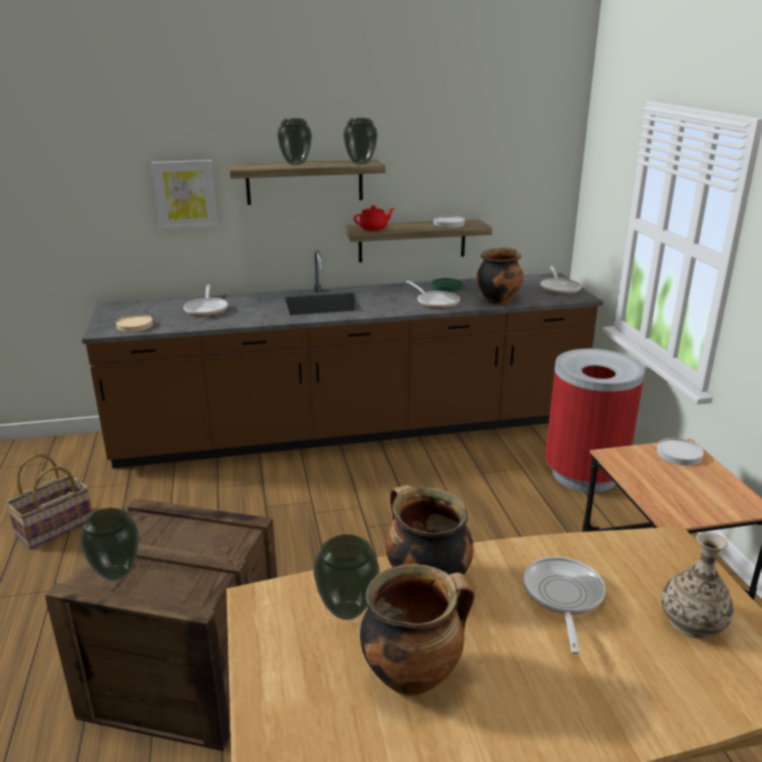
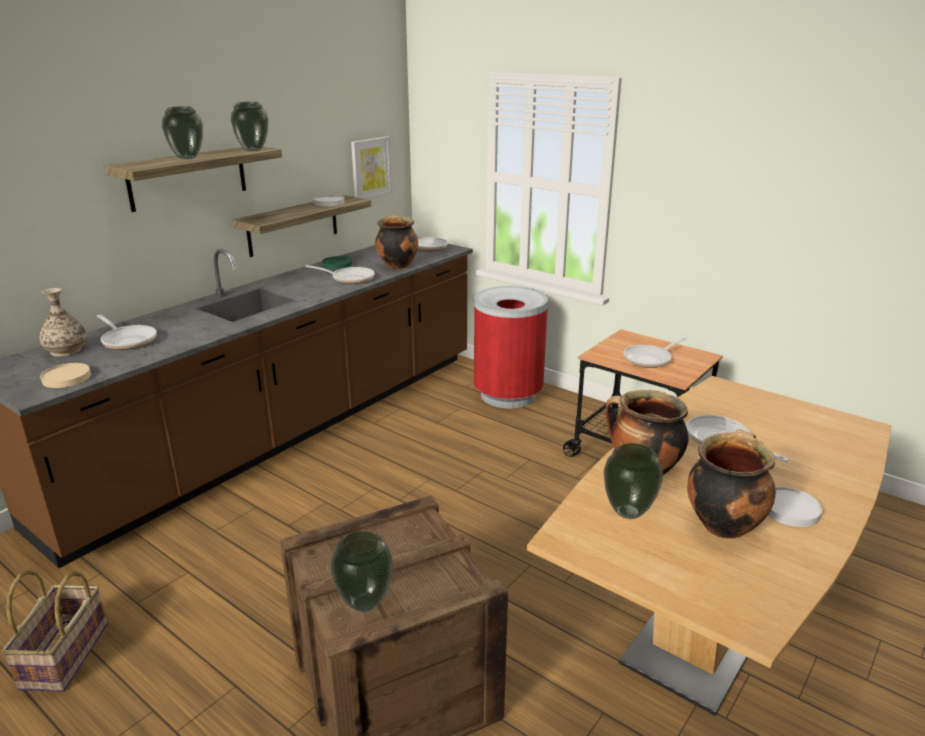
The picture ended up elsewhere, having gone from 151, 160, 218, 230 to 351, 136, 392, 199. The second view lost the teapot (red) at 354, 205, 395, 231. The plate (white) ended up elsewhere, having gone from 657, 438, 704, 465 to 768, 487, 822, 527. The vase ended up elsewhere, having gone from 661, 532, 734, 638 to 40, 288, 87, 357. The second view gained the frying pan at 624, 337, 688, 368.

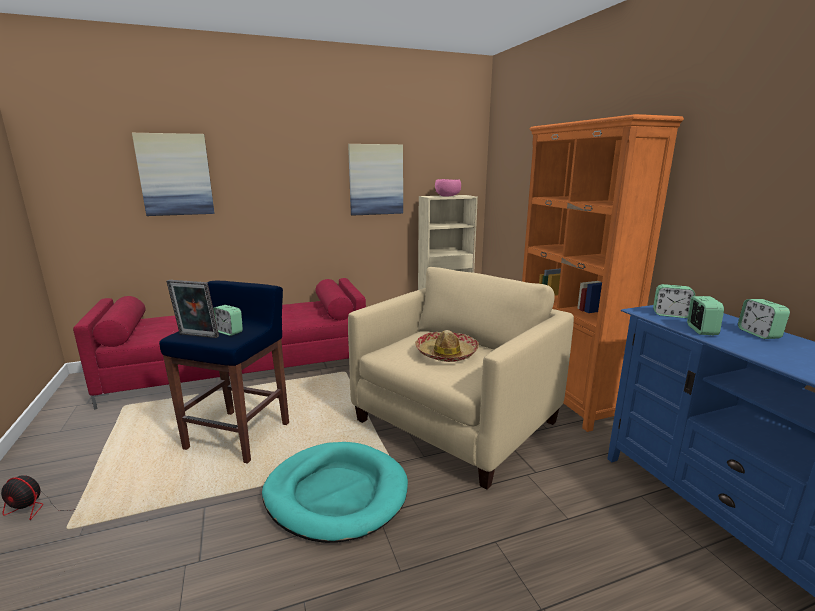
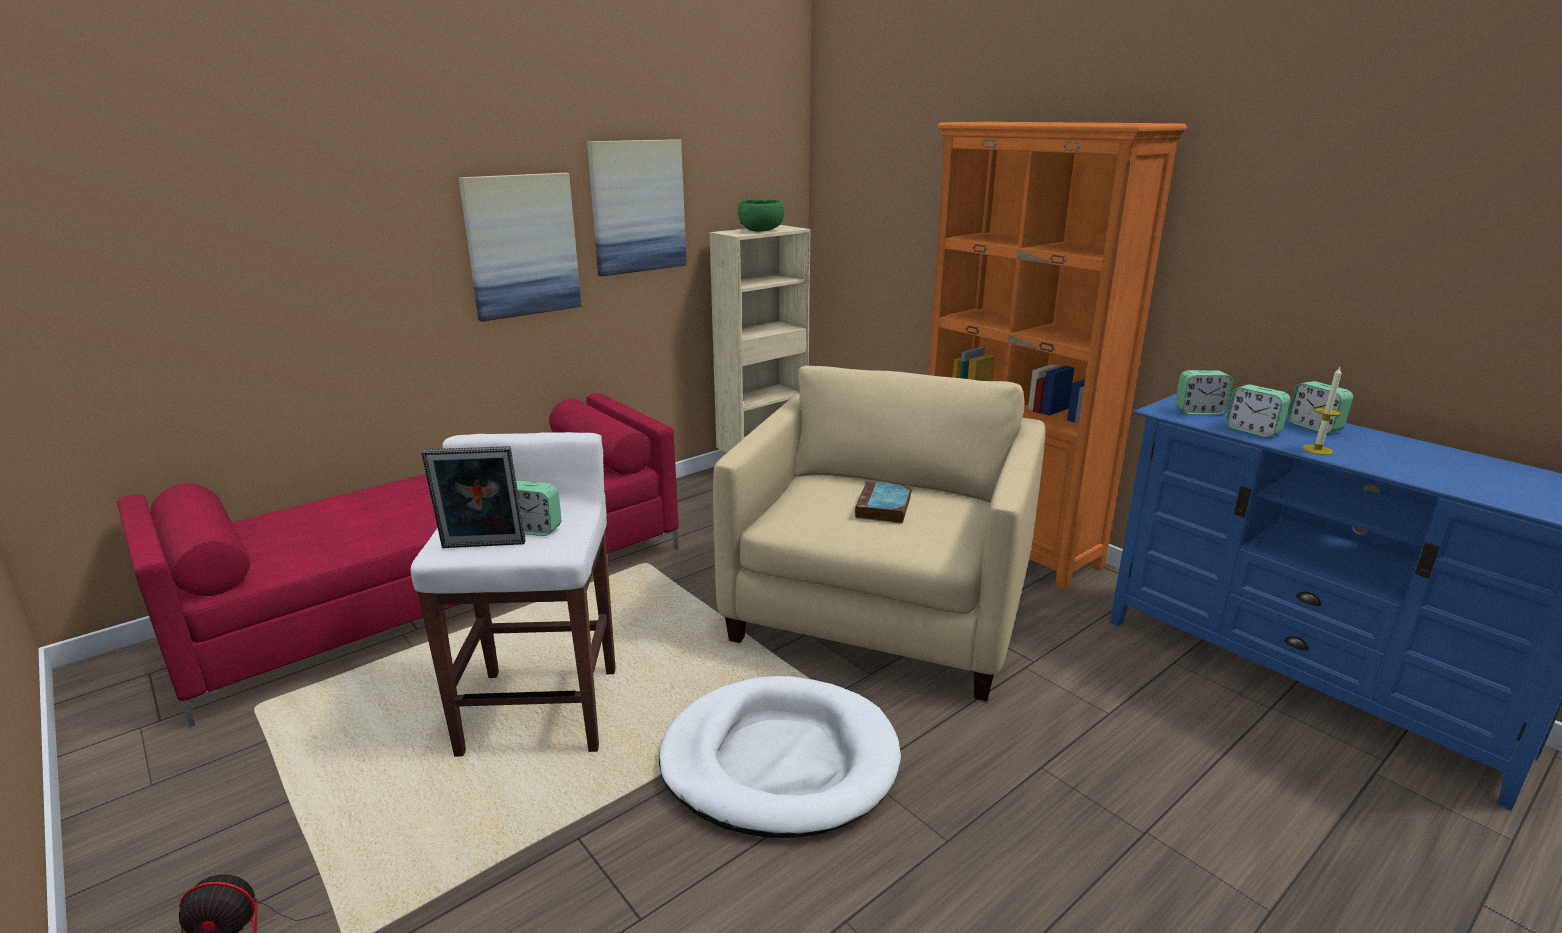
The picture ended up elsewhere, having gone from 132, 133, 215, 216 to 458, 173, 581, 322. What was the stool (blue) at 159, 281, 289, 463 turned into the stool (white) at 411, 432, 616, 757. What was the dog bed (turquoise) at 262, 442, 408, 543 turned into the dog bed (white) at 659, 676, 901, 838. Where the hat stood at 415, 330, 479, 362, the book came to stand at 855, 481, 911, 524. What was the bowl (pink) at 435, 179, 461, 197 turned into the bowl (green) at 738, 199, 784, 232. The alarm clock at 687, 296, 724, 335 ended up facing another way, 150 degrees clockwise from before. The second view gained the candle at 1302, 367, 1342, 455.

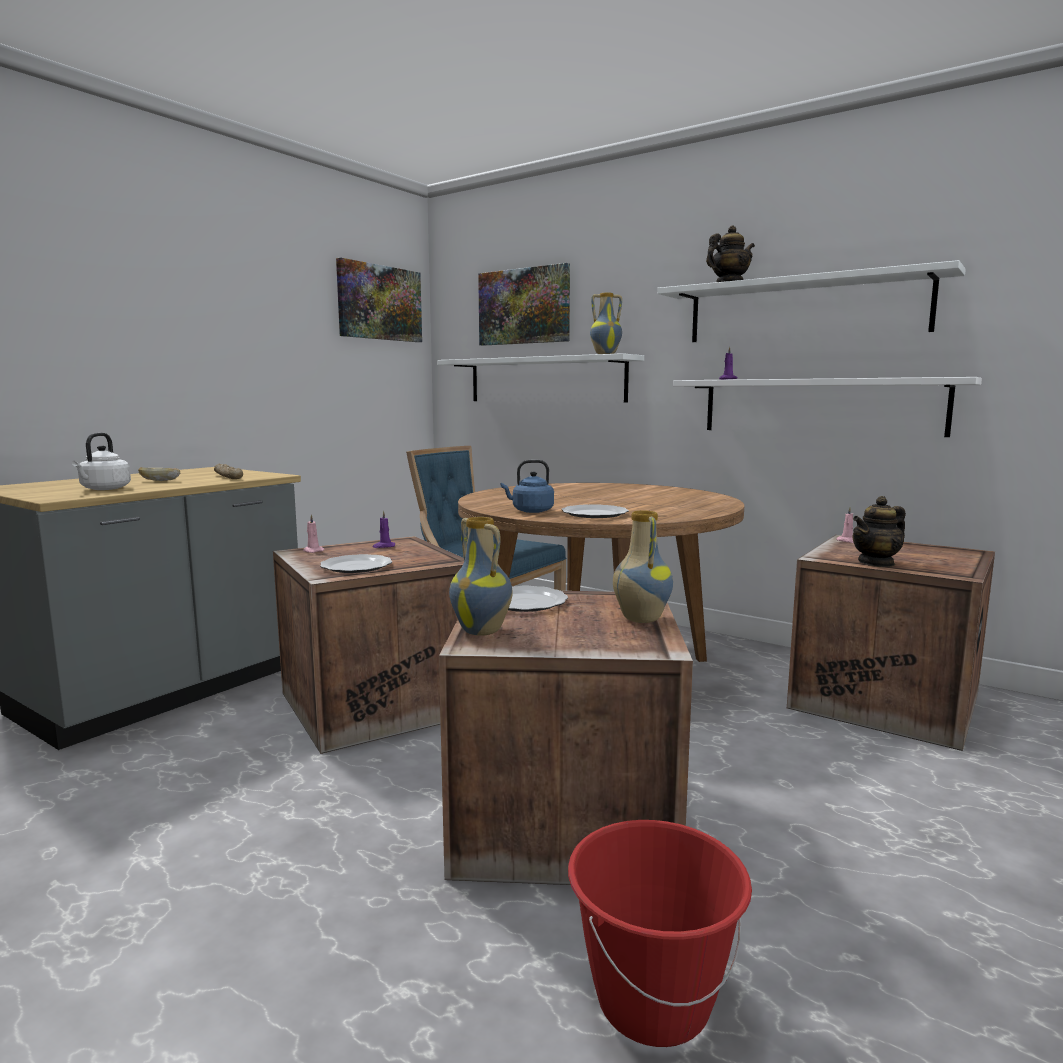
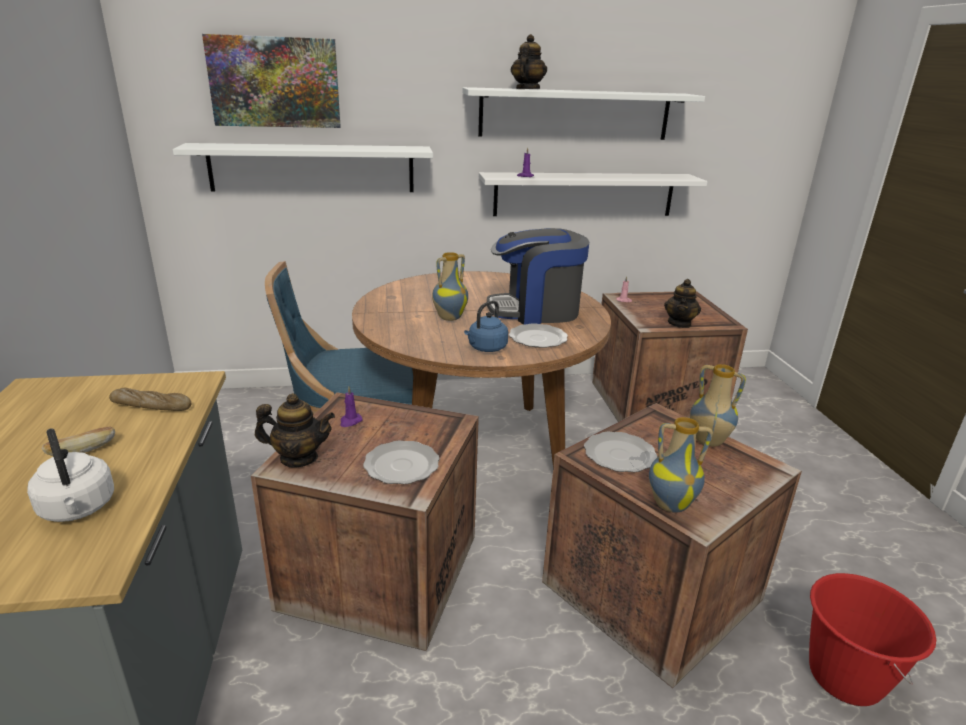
Where the candle (pink) stood at 303, 514, 324, 553, the teapot came to stand at 255, 393, 335, 467. The second view lost the picture at 336, 257, 422, 342. The vase ended up elsewhere, having gone from 590, 293, 622, 354 to 432, 252, 468, 321. The second view gained the coffee machine at 487, 228, 590, 325.

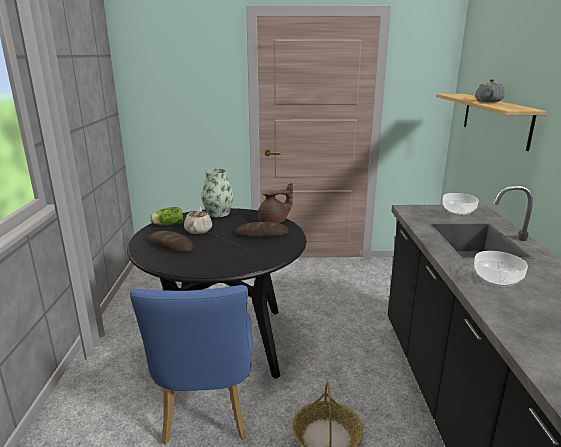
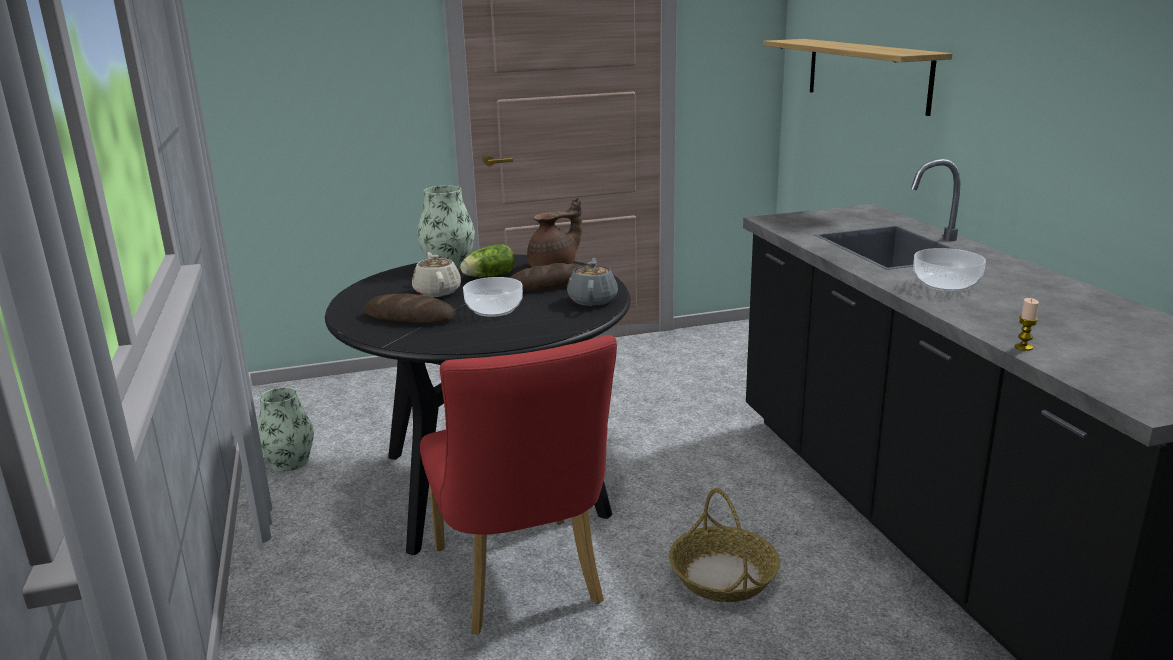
What was the chair (blue) at 130, 285, 252, 445 turned into the chair (red) at 420, 335, 617, 634. The lettuce ended up elsewhere, having gone from 150, 207, 183, 225 to 460, 244, 515, 277. The bowl ended up elsewhere, having gone from 442, 193, 479, 215 to 463, 277, 523, 317. The teapot (grey) ended up elsewhere, having gone from 475, 79, 505, 102 to 567, 258, 618, 306. The second view gained the vase at 258, 387, 314, 471. The second view gained the candle at 1015, 298, 1039, 351.

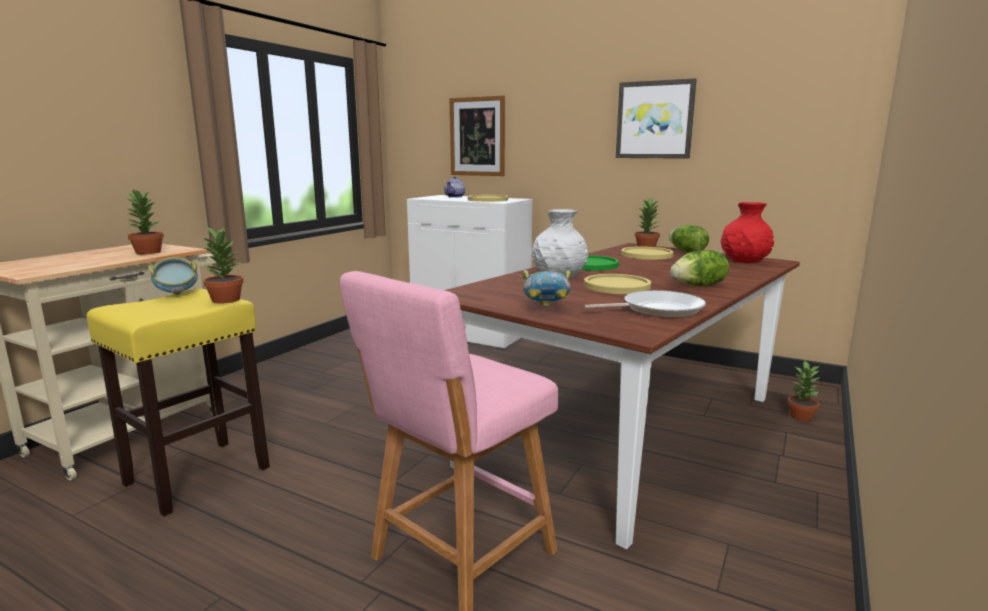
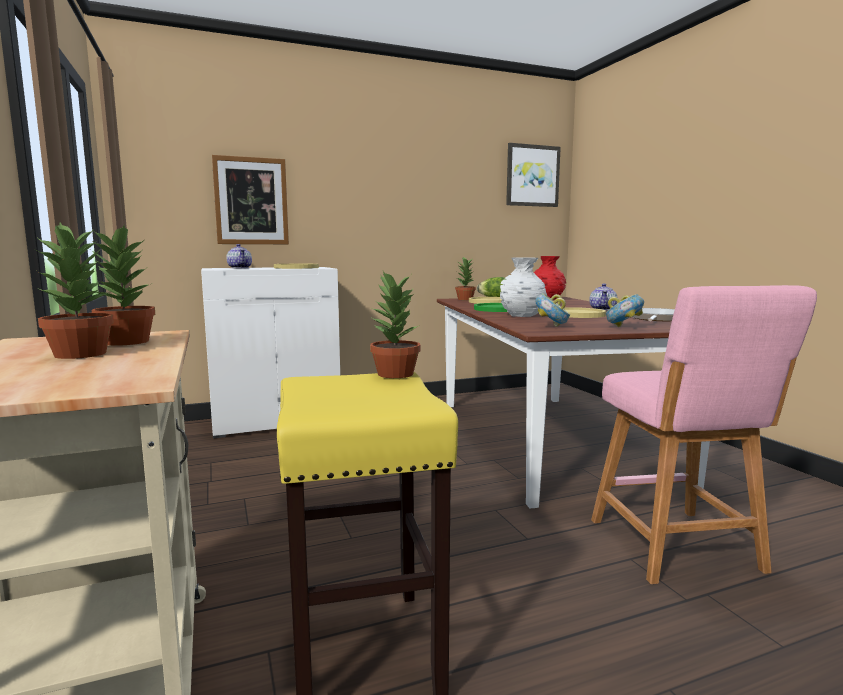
The bowl ended up elsewhere, having gone from 148, 257, 198, 295 to 535, 293, 570, 327. The picture ended up elsewhere, having gone from 616, 78, 697, 159 to 506, 143, 561, 207. Where the lettuce stood at 670, 250, 730, 286, the teapot came to stand at 589, 284, 617, 310. The potted plant ended up elsewhere, having gone from 788, 361, 820, 421 to 35, 223, 114, 359.

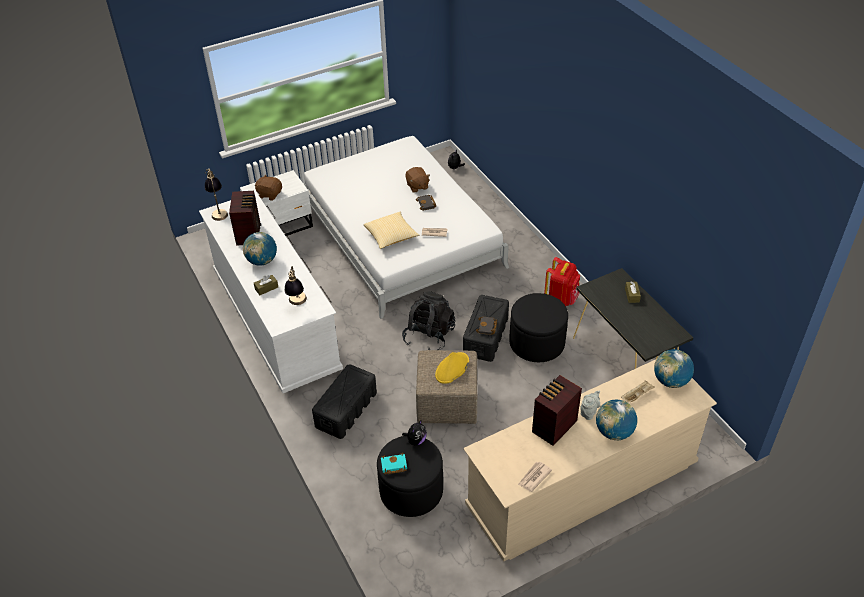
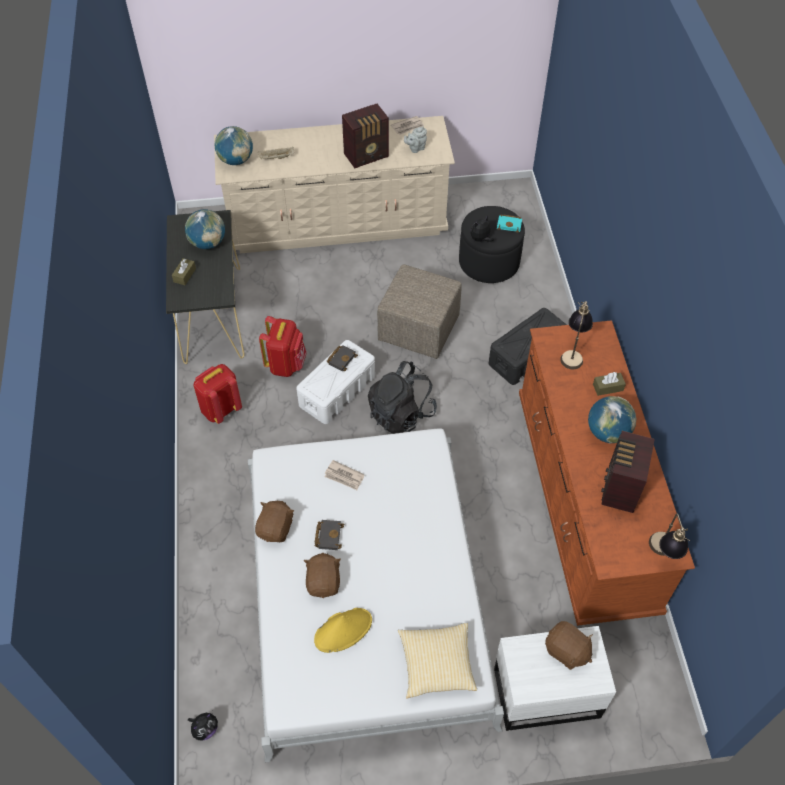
What was the dresser (white) at 199, 192, 343, 393 turned into the dresser (brown) at 519, 320, 695, 626. The pillow ended up elsewhere, having gone from 363, 212, 419, 249 to 398, 623, 477, 699. The hat (yellow) ended up elsewhere, having gone from 435, 352, 469, 384 to 314, 608, 372, 653. What was the storage box (black) at 463, 295, 509, 362 turned into the storage box (white) at 296, 340, 375, 424. Where the ottoman (black) stood at 509, 293, 568, 362, the backpack (red) came to stand at 259, 316, 307, 377. The teapot (grey) ended up elsewhere, having gone from 581, 390, 600, 420 to 404, 127, 427, 153. The globe ended up elsewhere, having gone from 596, 400, 637, 440 to 185, 209, 225, 249. The second view gained the plush toy (brown) at 255, 501, 294, 542.

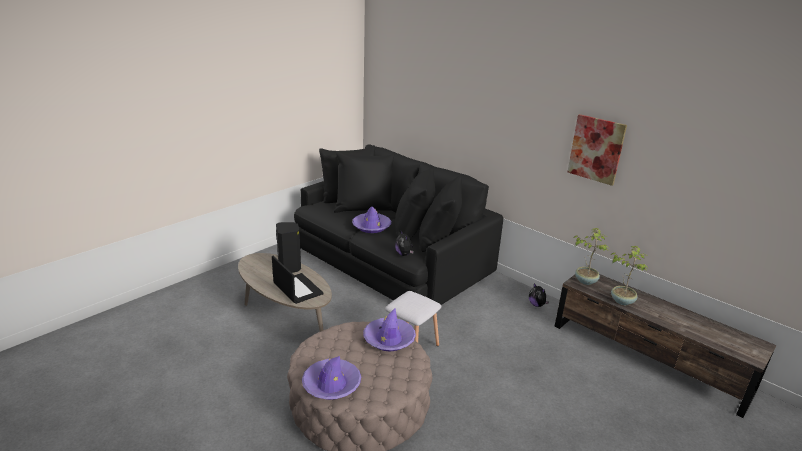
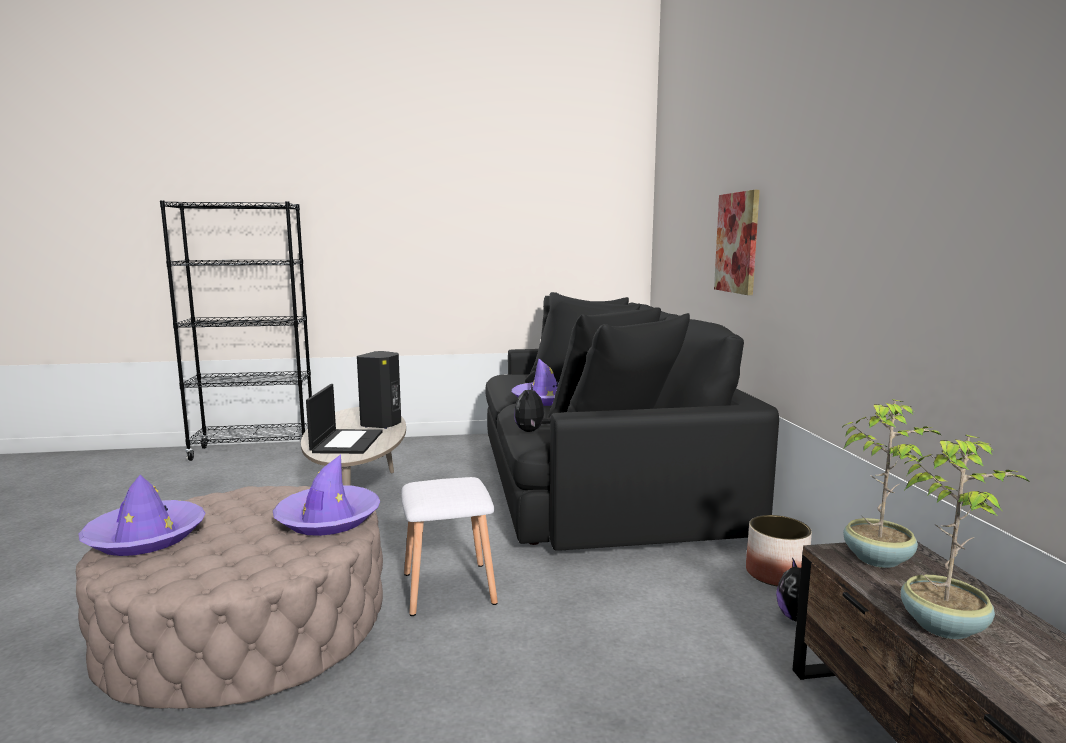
The picture ended up elsewhere, having gone from 568, 114, 627, 186 to 714, 190, 760, 295. The second view gained the bookcase (black) at 160, 200, 312, 461. The second view gained the planter at 746, 515, 812, 587.

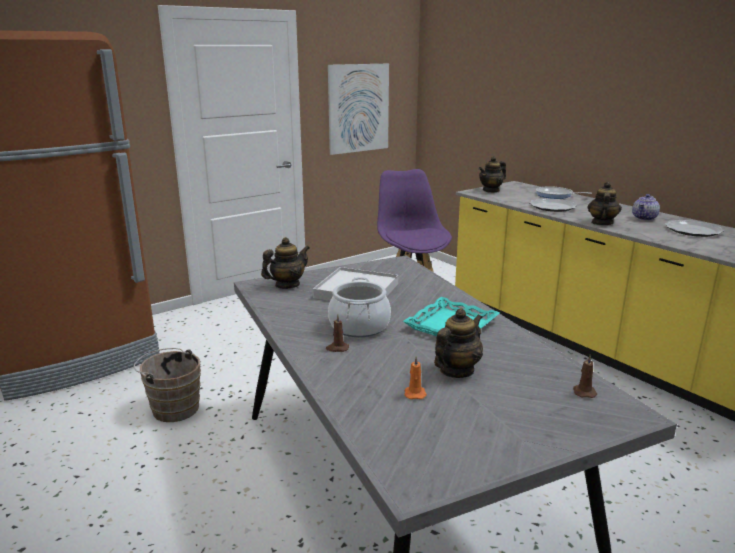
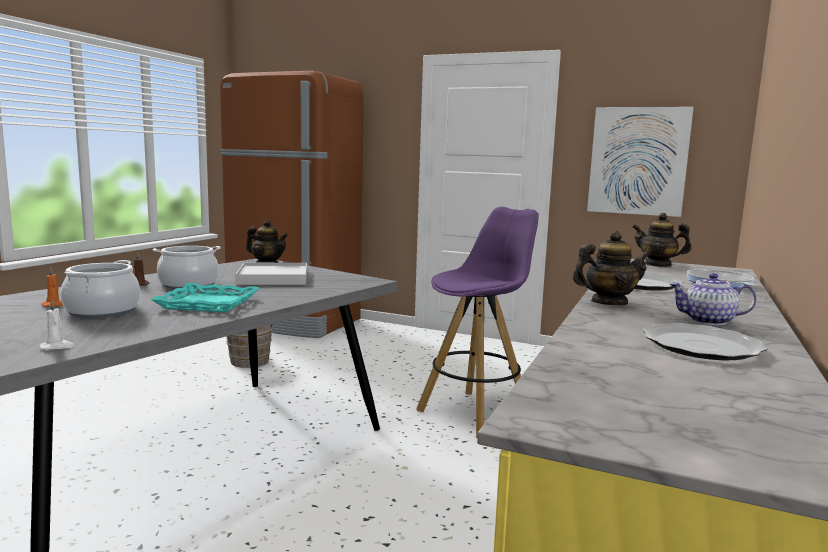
Where the teapot stood at 434, 308, 483, 378, the cooking pot came to stand at 61, 260, 140, 318. What was the candle (brown) at 573, 355, 597, 398 turned into the candle (white) at 40, 300, 75, 350.

